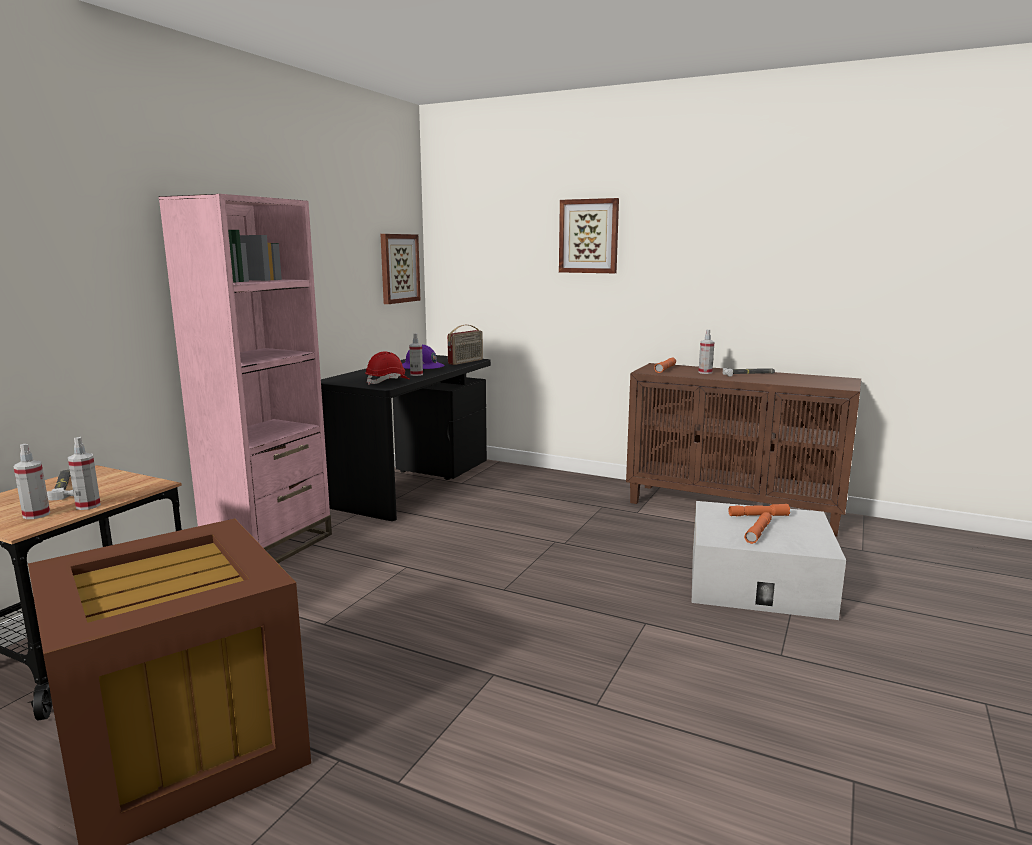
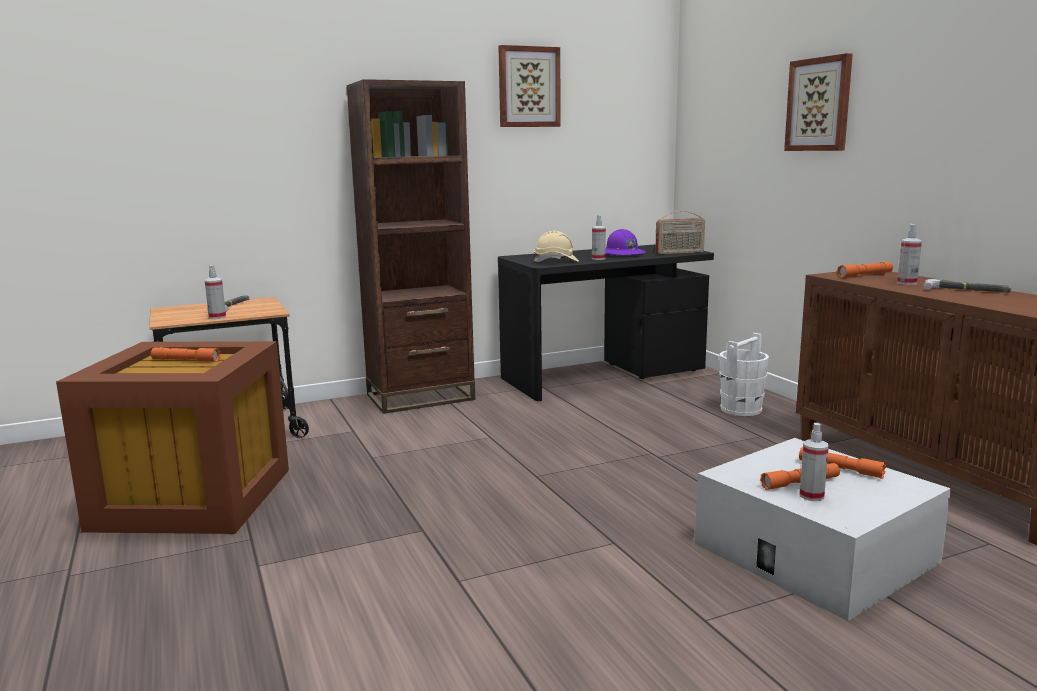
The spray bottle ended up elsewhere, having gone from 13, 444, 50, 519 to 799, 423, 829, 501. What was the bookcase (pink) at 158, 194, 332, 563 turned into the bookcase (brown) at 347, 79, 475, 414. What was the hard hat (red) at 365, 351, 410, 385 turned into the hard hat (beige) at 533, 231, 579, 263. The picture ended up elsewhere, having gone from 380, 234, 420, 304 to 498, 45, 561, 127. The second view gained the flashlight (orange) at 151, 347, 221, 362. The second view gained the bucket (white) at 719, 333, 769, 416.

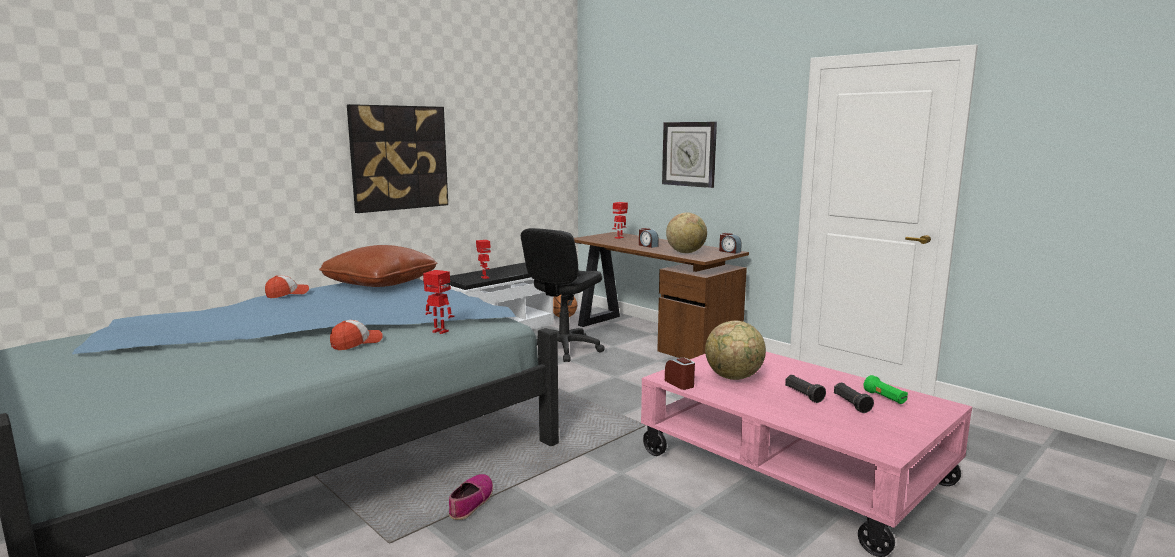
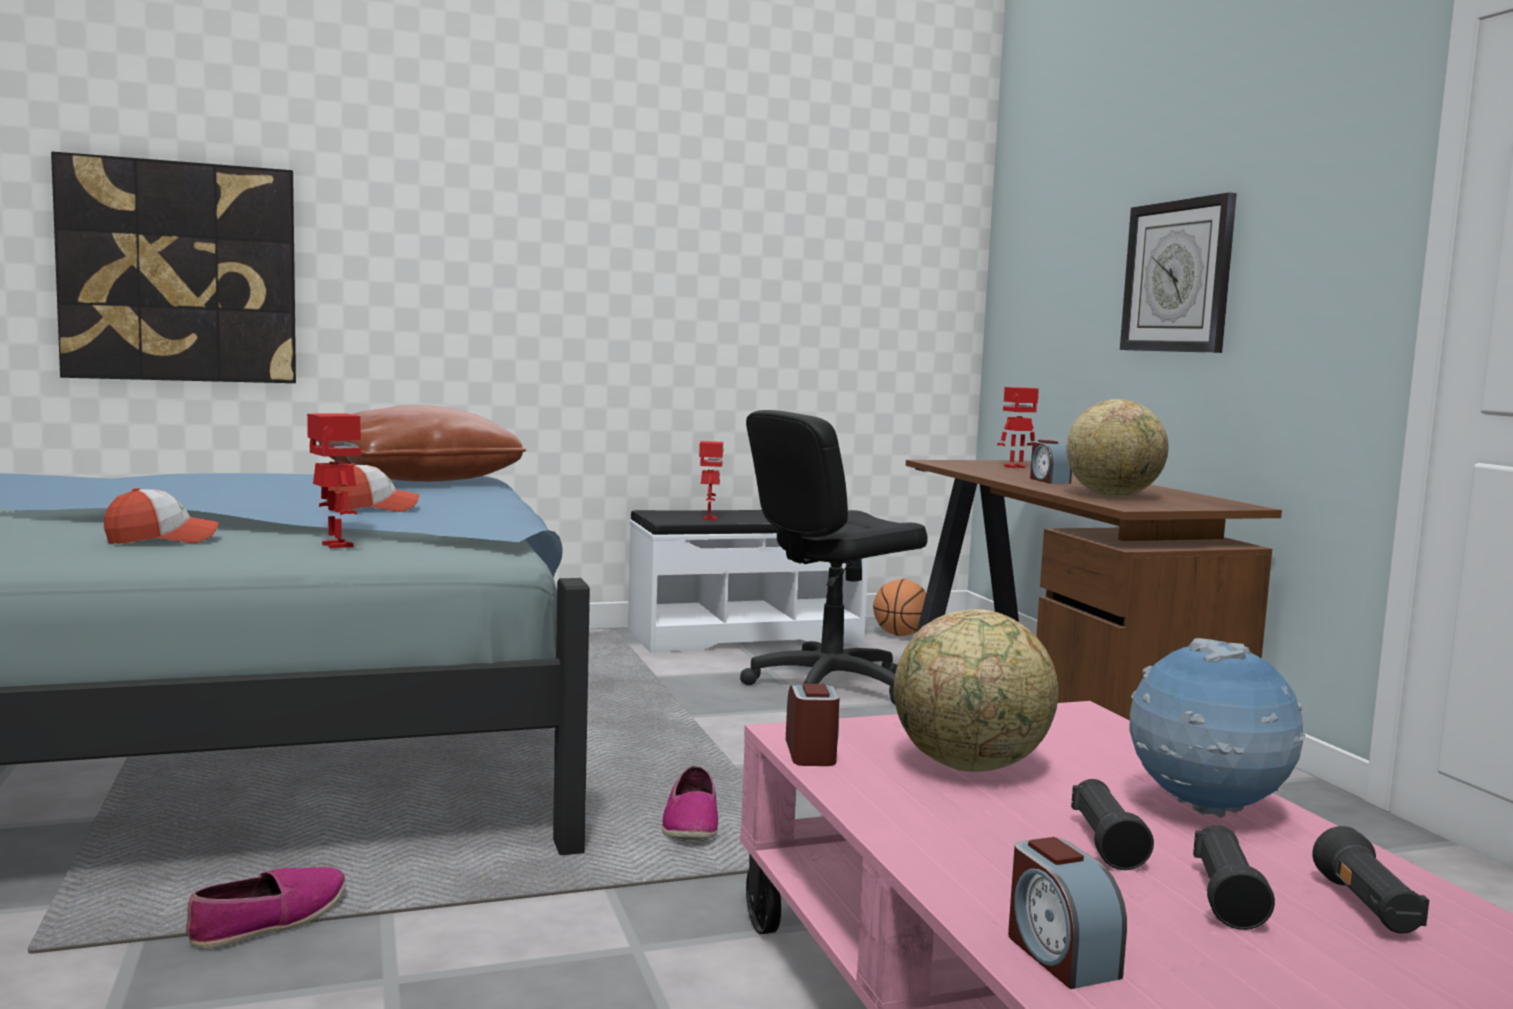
The cap ended up elsewhere, having gone from 265, 275, 309, 298 to 326, 463, 420, 512. The picture ended up elsewhere, having gone from 347, 104, 448, 213 to 51, 151, 296, 383. The alarm clock ended up elsewhere, having gone from 719, 233, 742, 254 to 1008, 837, 1127, 989. What was the flashlight (green) at 864, 375, 908, 404 turned into the flashlight (black) at 1313, 826, 1429, 933. The second view gained the shoe at 662, 766, 718, 840. The second view gained the globe at 1130, 638, 1305, 818.

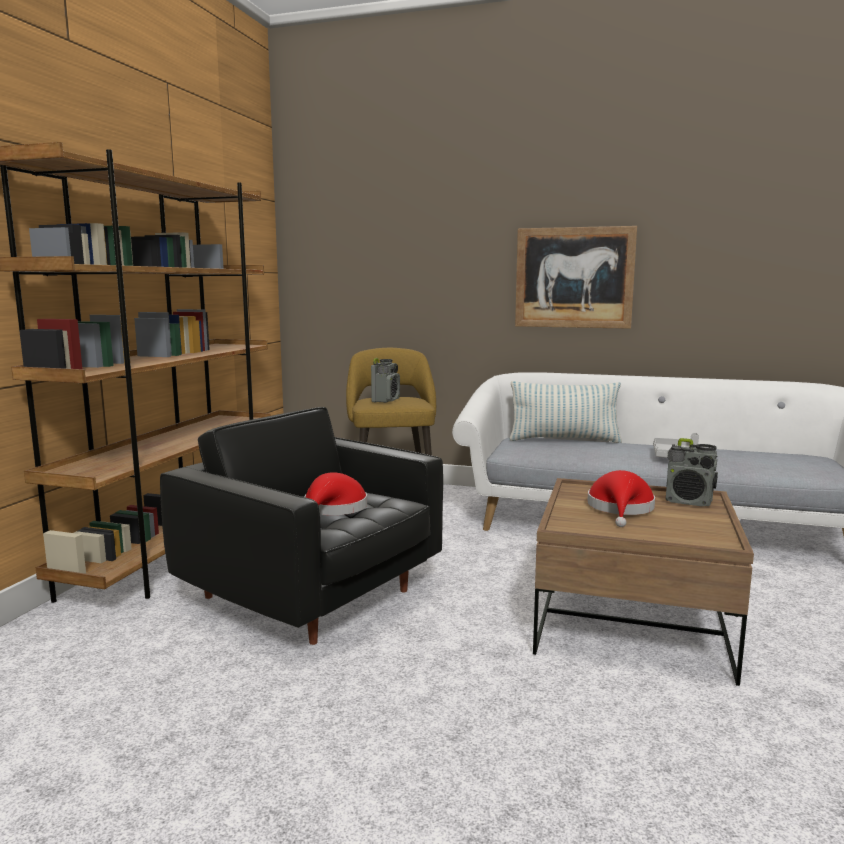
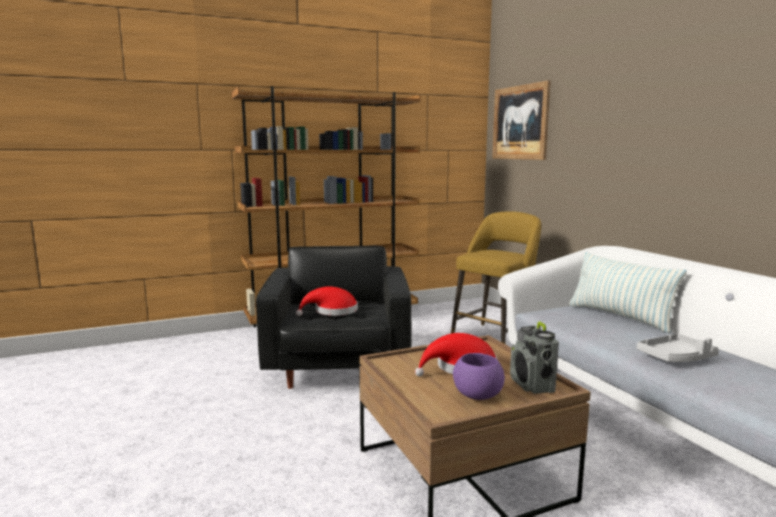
The second view lost the radio at 371, 358, 400, 403. The picture ended up elsewhere, having gone from 515, 226, 637, 329 to 492, 80, 551, 160. The second view gained the bowl (purple) at 453, 353, 505, 400.

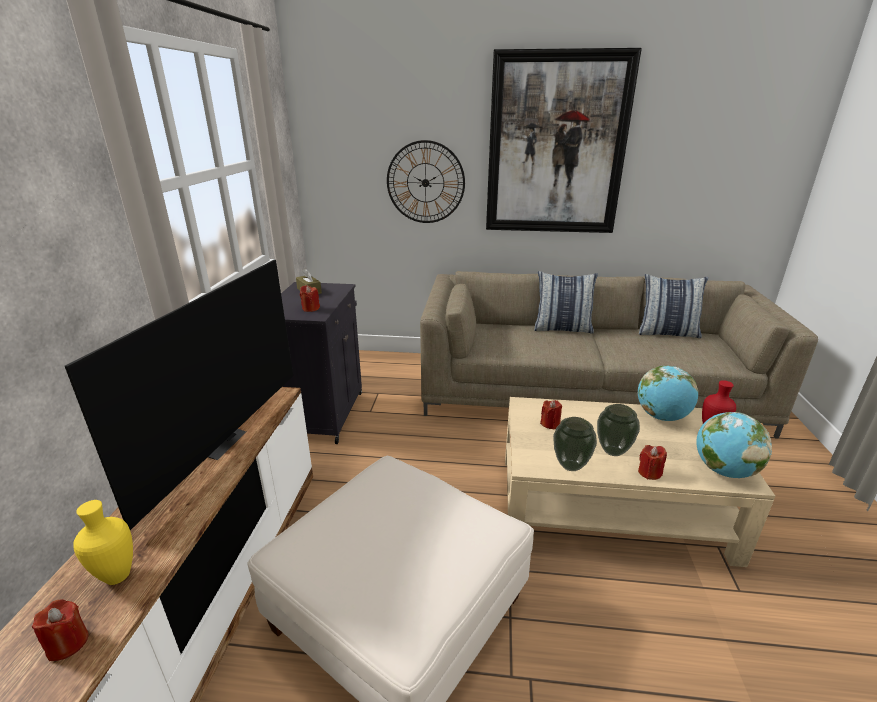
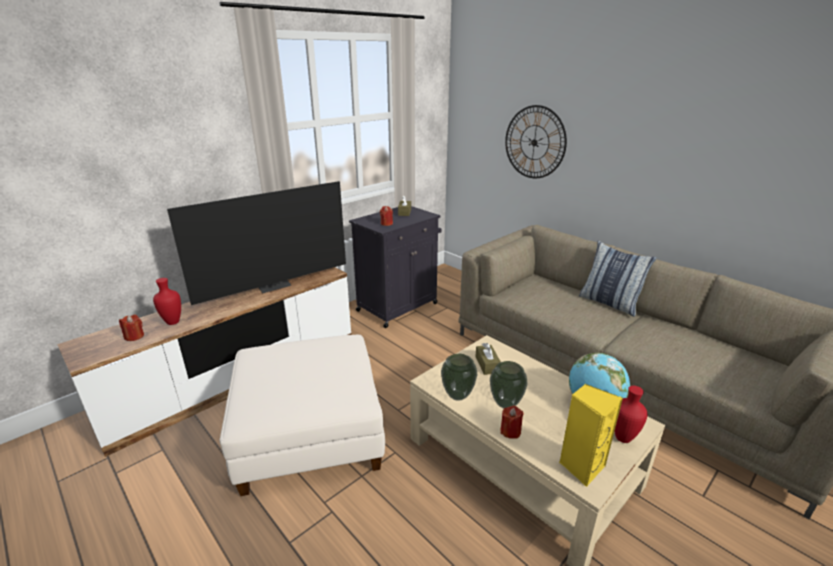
What was the vase (yellow) at 73, 500, 133, 585 turned into the vase (red) at 153, 278, 181, 325. The second view lost the picture at 486, 48, 642, 233. Where the candle (red) stood at 540, 400, 562, 429, the tissue box (brown) came to stand at 475, 343, 501, 375. The second view lost the pillow at 639, 274, 708, 338. Where the globe stood at 697, 412, 772, 478, the speaker (yellow) came to stand at 559, 384, 623, 487.

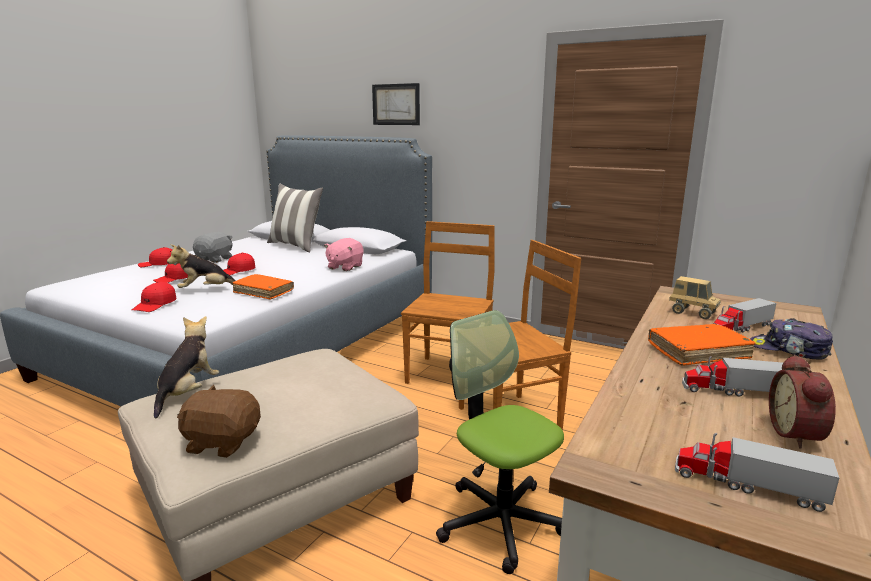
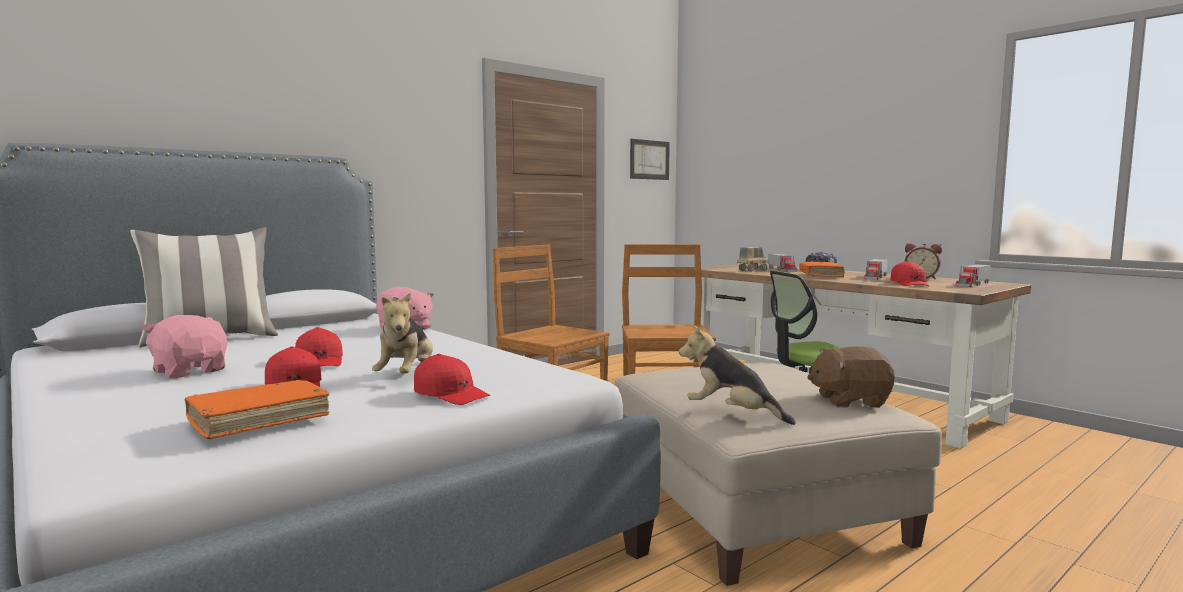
The cap (red) ended up elsewhere, having gone from 138, 247, 172, 267 to 890, 261, 929, 286. The plush toy (brown) at 177, 385, 261, 458 ended up facing another way, 60 degrees clockwise from before. What was the plush toy (grey) at 193, 232, 233, 263 turned into the plush toy (pink) at 141, 315, 228, 378. The book (orange) ended up elsewhere, having gone from 232, 274, 294, 300 to 184, 380, 330, 439. The picture ended up elsewhere, having gone from 372, 83, 420, 125 to 630, 139, 670, 180.

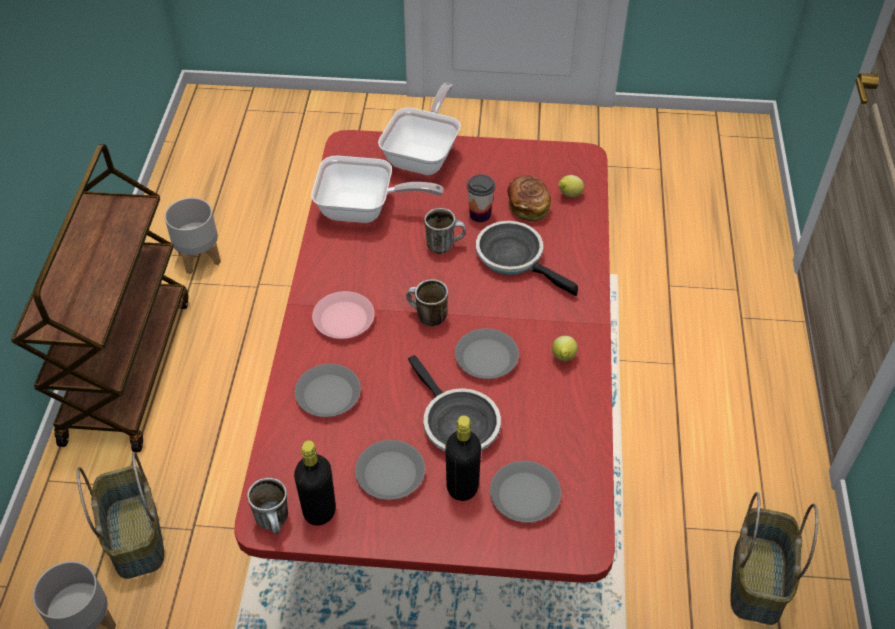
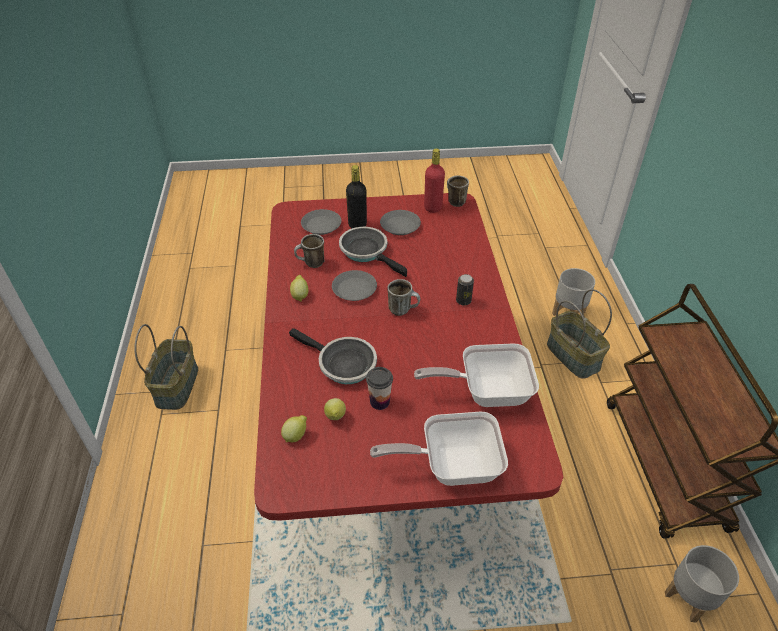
What was the bottle (black) at 294, 440, 336, 526 turned into the bottle (red) at 424, 149, 445, 213. The second view lost the plate (grey) at 295, 364, 361, 417. Where the plate (pink) stood at 312, 291, 375, 339, the can came to stand at 456, 274, 474, 305. The frying pan at 378, 83, 461, 175 ended up facing another way, 75 degrees clockwise from before. The mug ended up elsewhere, having gone from 424, 208, 466, 254 to 294, 234, 324, 268. Where the bread stood at 507, 175, 551, 222, the lemon came to stand at 324, 398, 346, 420.

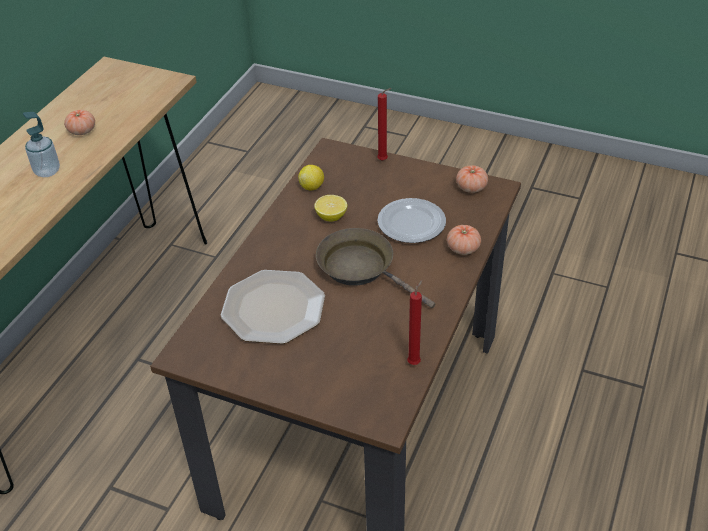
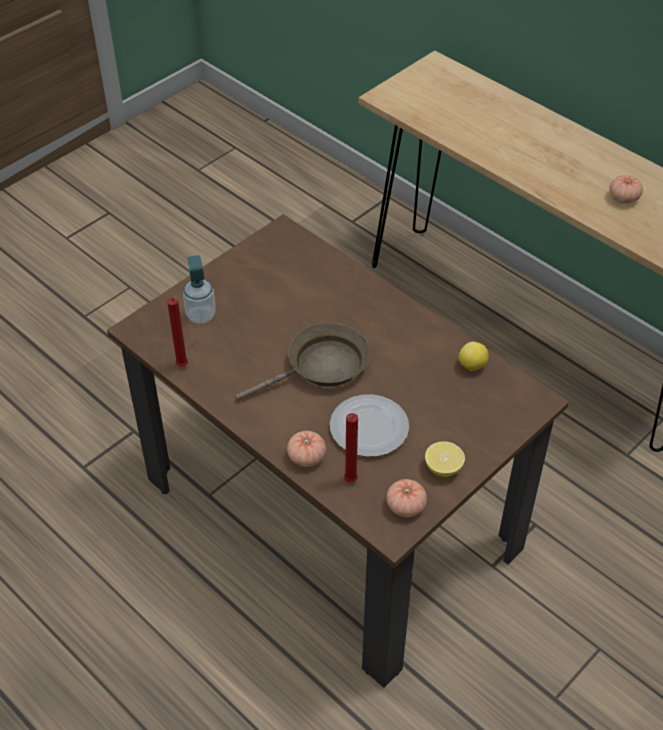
The soap dispenser ended up elsewhere, having gone from 23, 112, 60, 177 to 183, 255, 216, 324. The second view lost the plate at 221, 270, 325, 344. The lemon ended up elsewhere, having gone from 314, 195, 347, 222 to 425, 441, 465, 477. The candle (red) ended up elsewhere, having gone from 377, 88, 392, 161 to 344, 413, 358, 482.

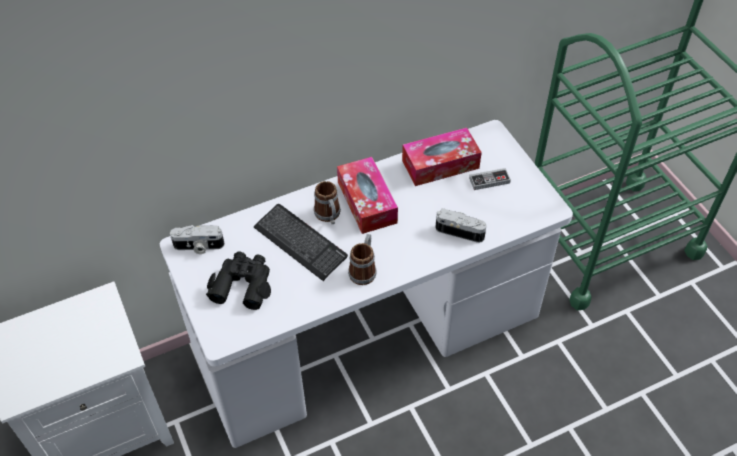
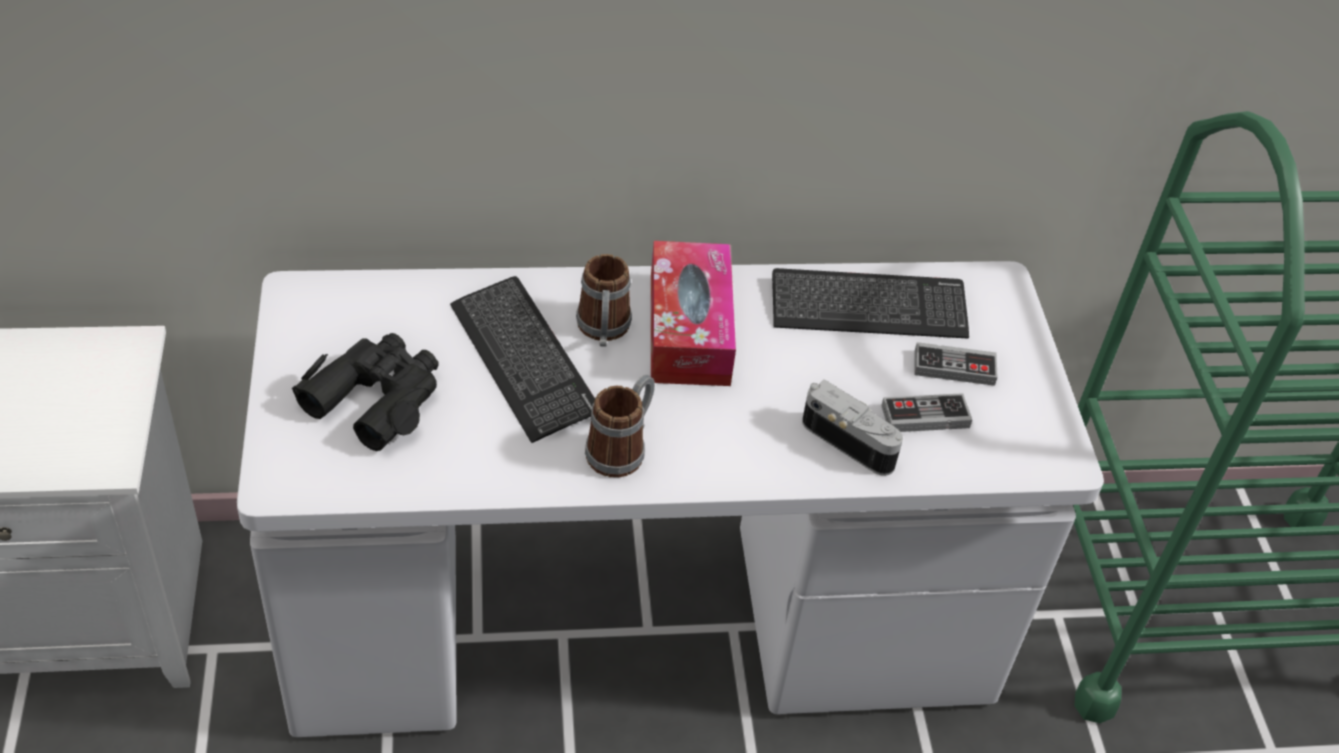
The second view lost the photo camera at 170, 225, 225, 254. Where the tissue box stood at 402, 128, 482, 186, the keyboard came to stand at 772, 268, 969, 339. The second view gained the game controller at 881, 393, 972, 432.

